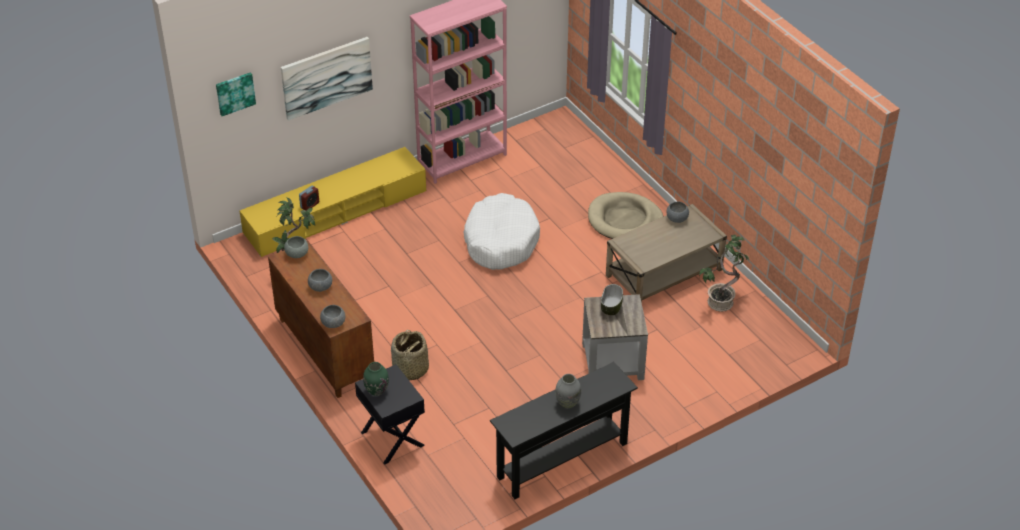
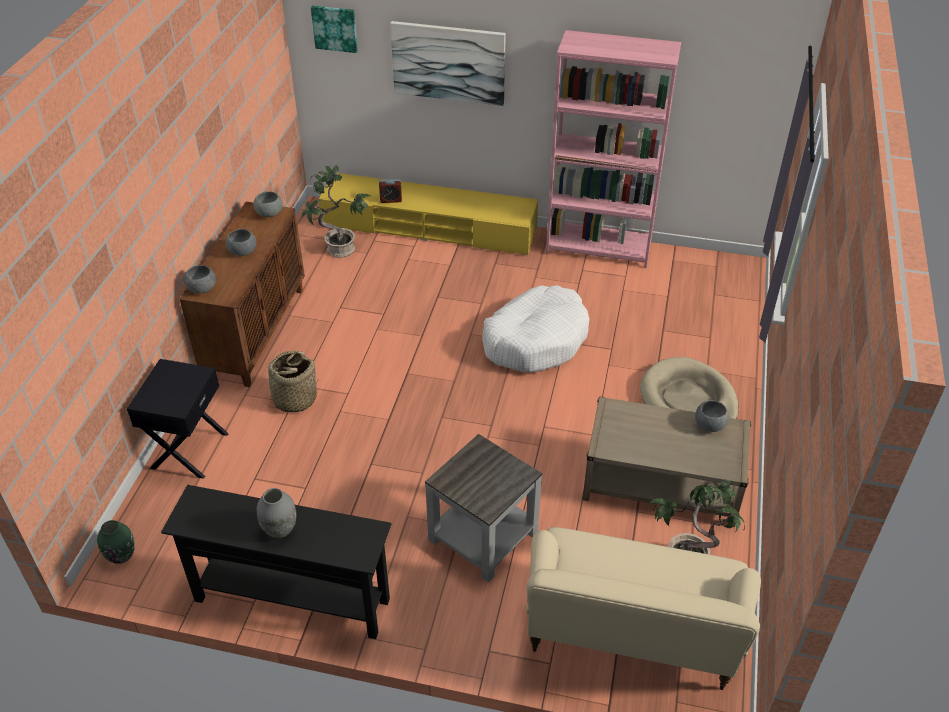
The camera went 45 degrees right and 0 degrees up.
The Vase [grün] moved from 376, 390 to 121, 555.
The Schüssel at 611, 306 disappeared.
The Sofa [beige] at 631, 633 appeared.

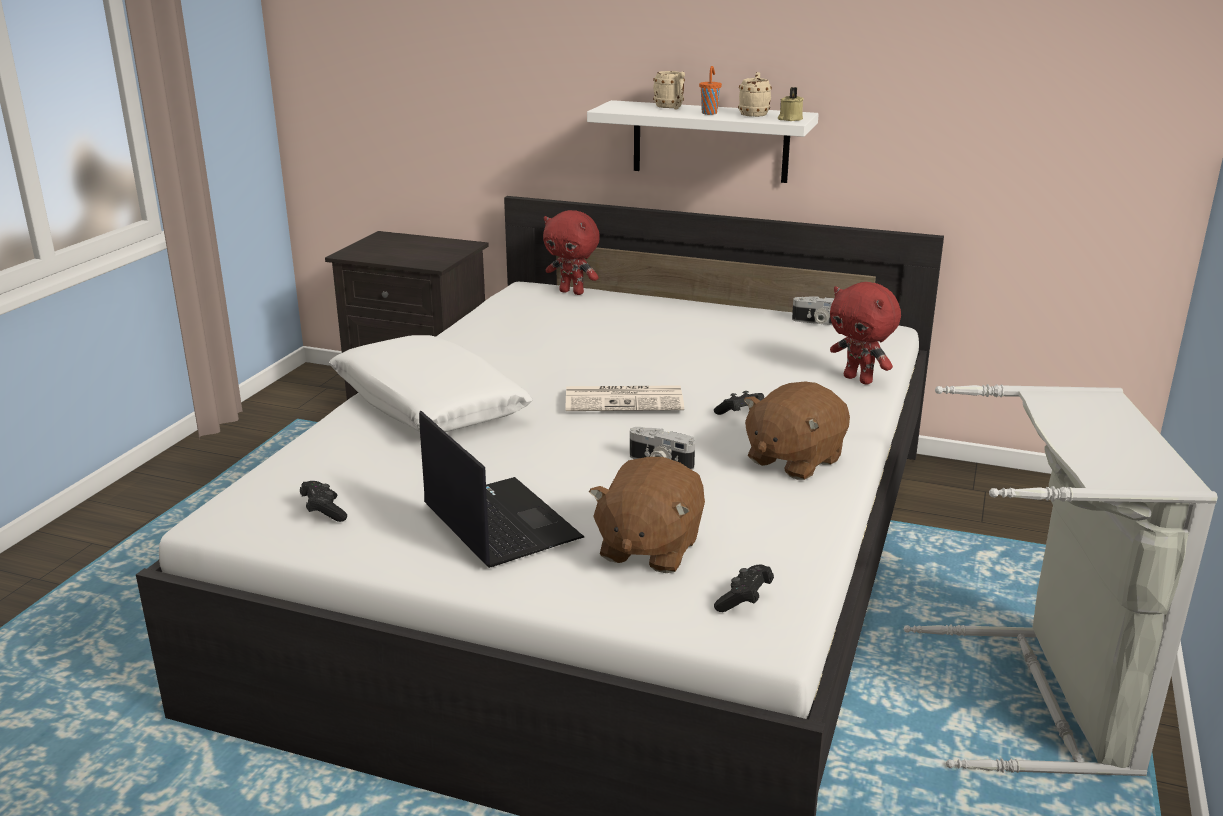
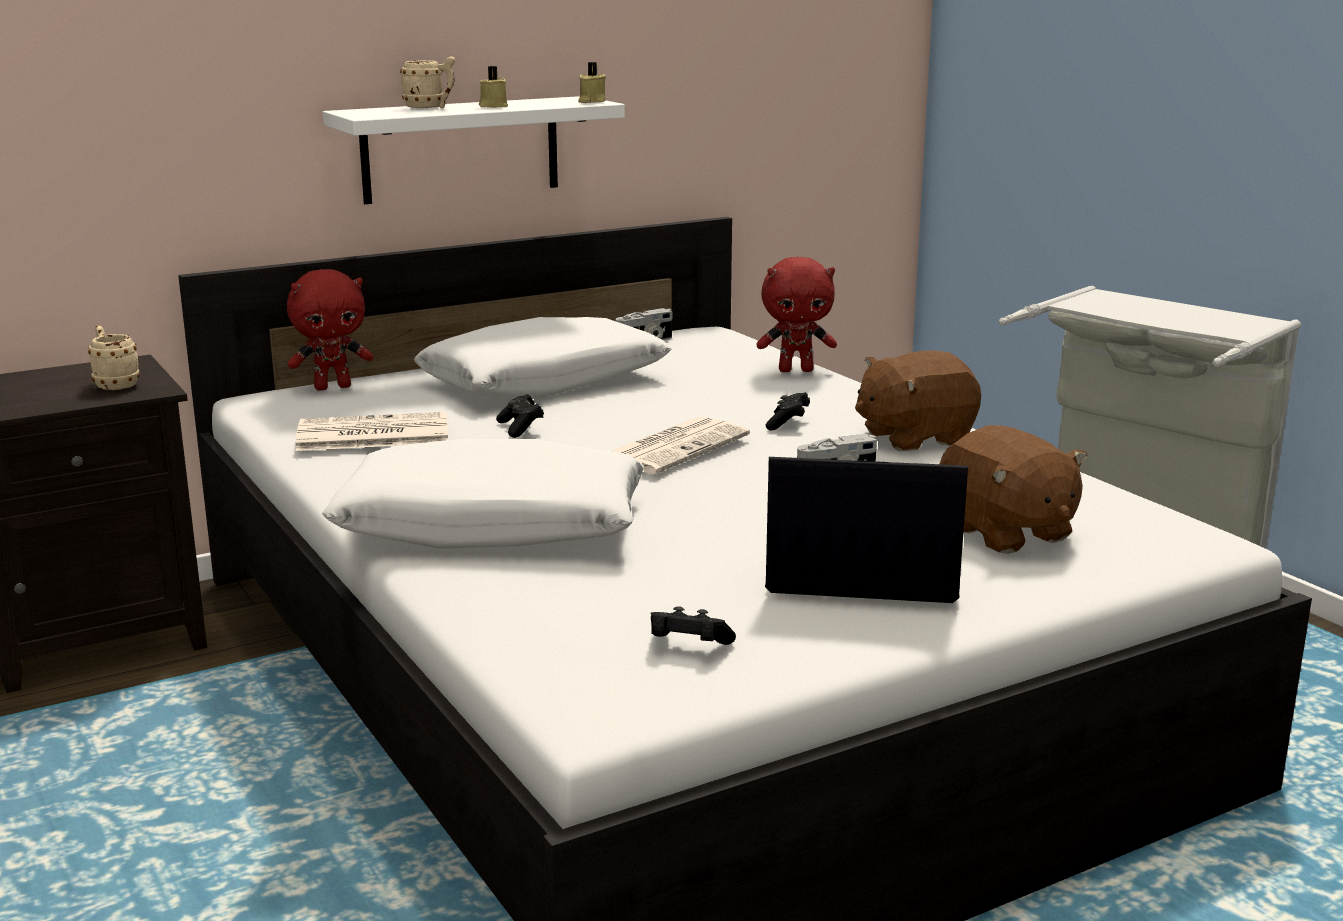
The camera went 50 degrees left and 5 degrees down.
The Tasse [orange] at 709, 113 was replaced by the Kerze [beige] at 493, 106.
The Gamepad [schwarz] moved from 744, 600 to 520, 428.
The Henkelbecher [beige] moved from 754, 114 to 114, 385.
The Plüschtier [braun] at 793, 460 turned 75 degrees clockwise.
The Zeitung at 371, 435 appeared.
The Kissen [weiß] at 544, 382 appeared.

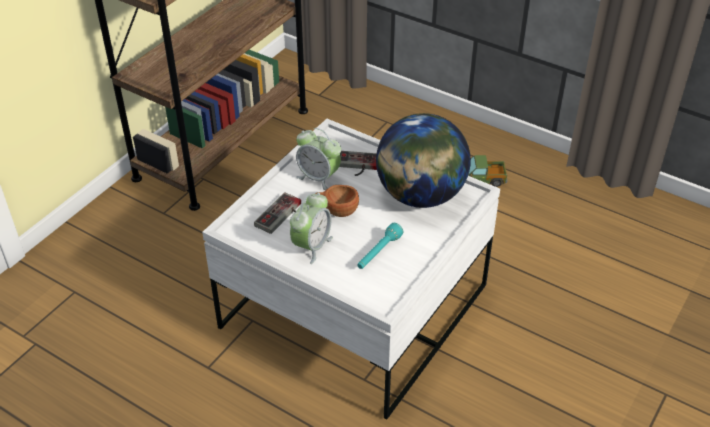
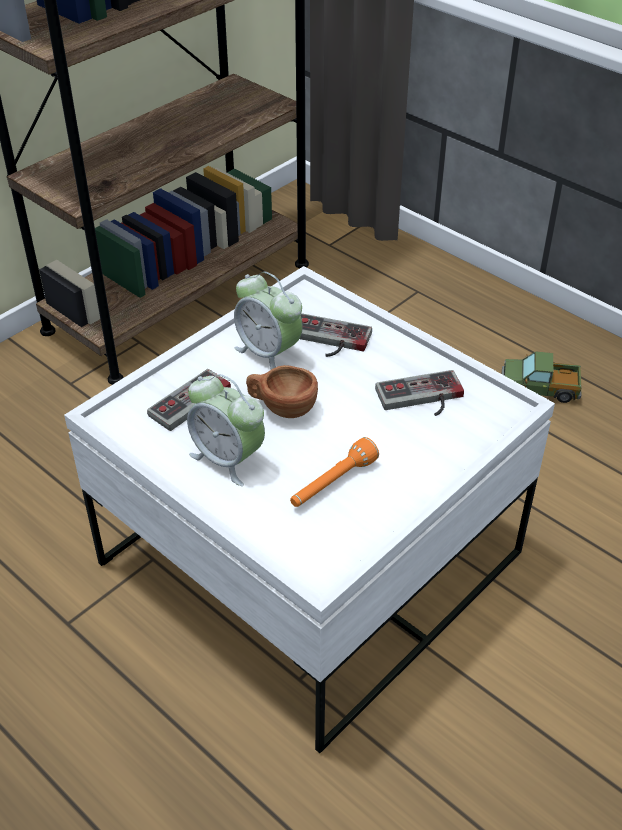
The camera went 10 degrees right and 0 degrees up.
The Wecker at 311, 246 turned 90 degrees clockwise.
The Taschenlampe [türkis] at 378, 253 became the Taschenlampe [orange] at 332, 483.
The Globus at 420, 195 was replaced by the Gamepad at 422, 399.

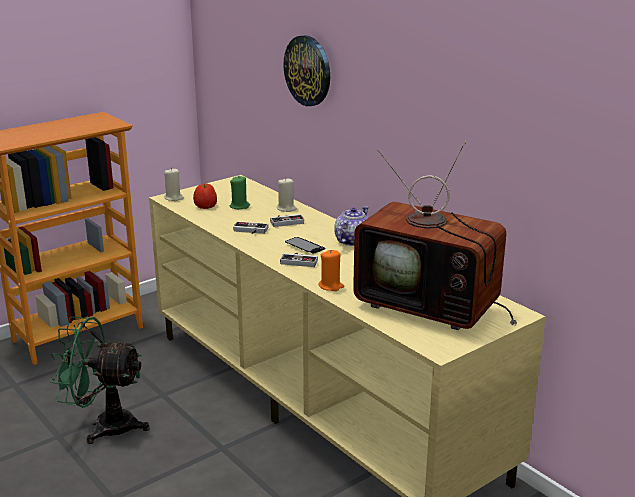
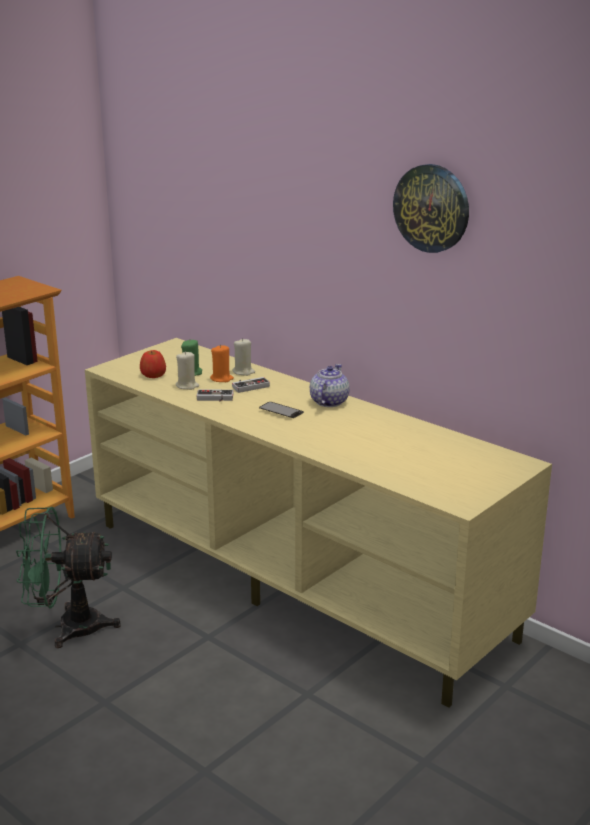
The camera went 10 degrees left and 0 degrees up.
The Kerze [beige] moved from 173, 198 to 187, 386.
The Gamepad at 299, 261 disappeared.
The Wanduhr moved from 308, 70 to 432, 208.
The Kerze [orange] moved from 331, 286 to 221, 379.
The Fernseher at 432, 306 disappeared.

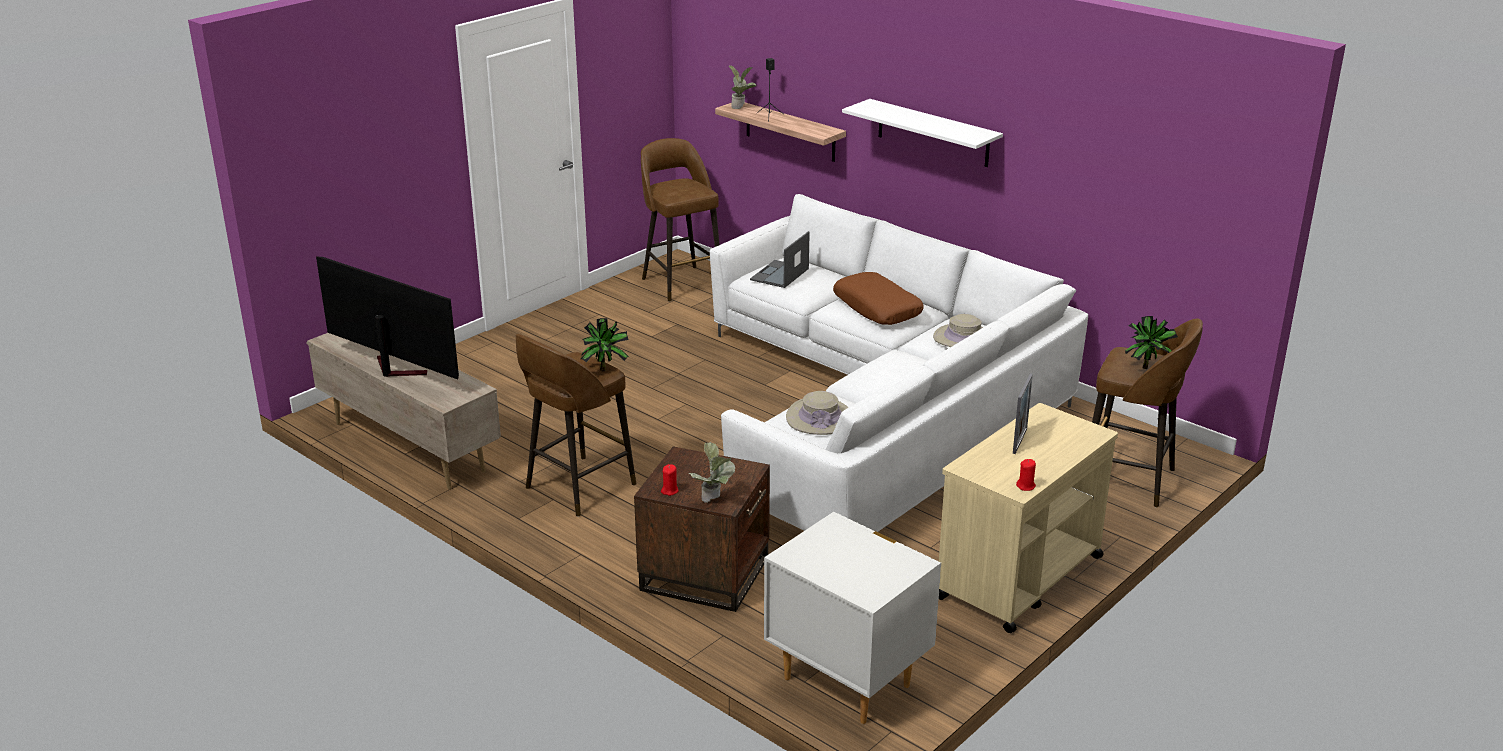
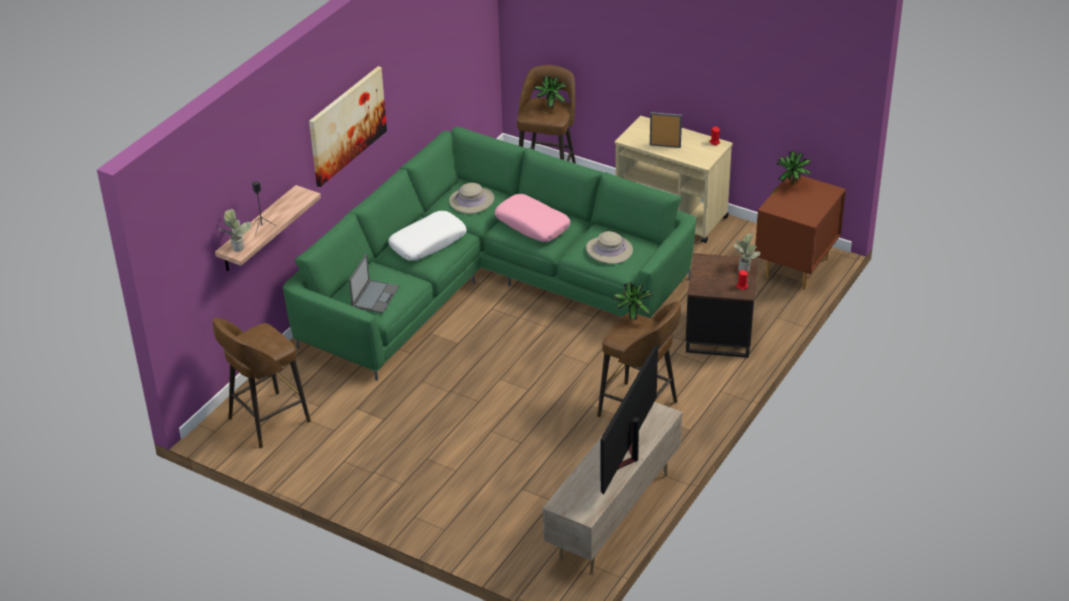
The camera went 100 degrees left and 10 degrees up.
The Sofa [weiß] at 879, 410 became the Sofa [grün] at 484, 283.
The Laptop at 779, 275 turned 90 degrees counterclockwise.
The Nachttisch [weiß] at 847, 681 became the Nachttisch [braun] at 795, 268.
The Kissen [braun] at 877, 308 became the Kissen [weiß] at 428, 242.
The Wandregal [weiß] at 933, 133 was replaced by the Bild at 347, 125.
The Kissen [rosa] at 533, 225 appeared.
The Topfpflanze at 793, 185 appeared.

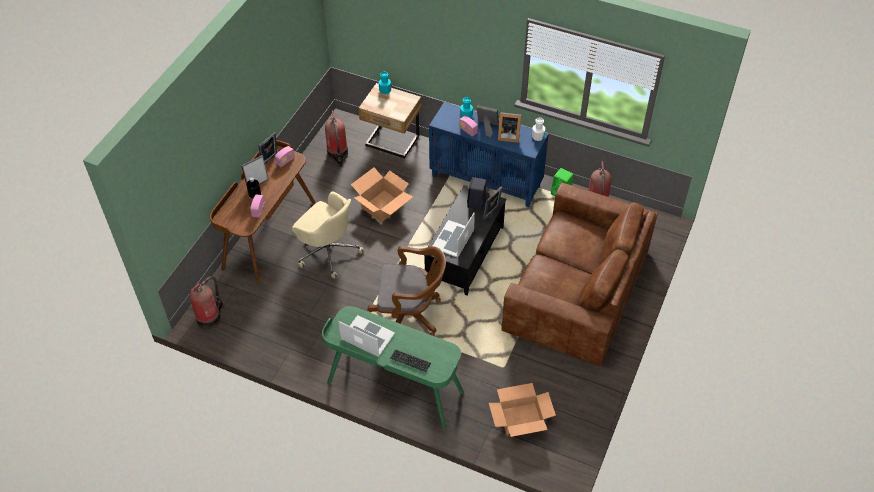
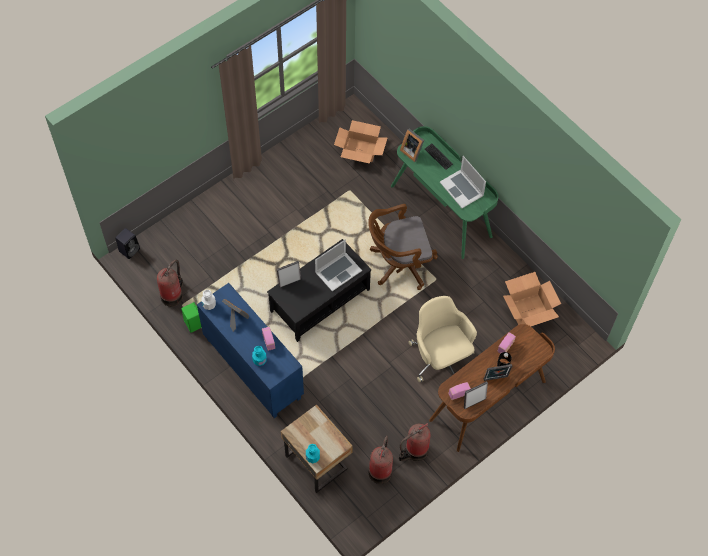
The camera went 155 degrees left and 10 degrees up.
The Feuerlöscher moved from 210, 318 to 414, 451.
The Karton moved from 383, 206 to 528, 310.
The Bürostuhl [braun] at 410, 315 turned 45 degrees counterclockwise.
The Lautsprecher [schwarz] moved from 476, 203 to 129, 249.
The Bilderrahmen moved from 487, 127 to 412, 151.
The Sofa [braun] at 577, 291 disappeared.

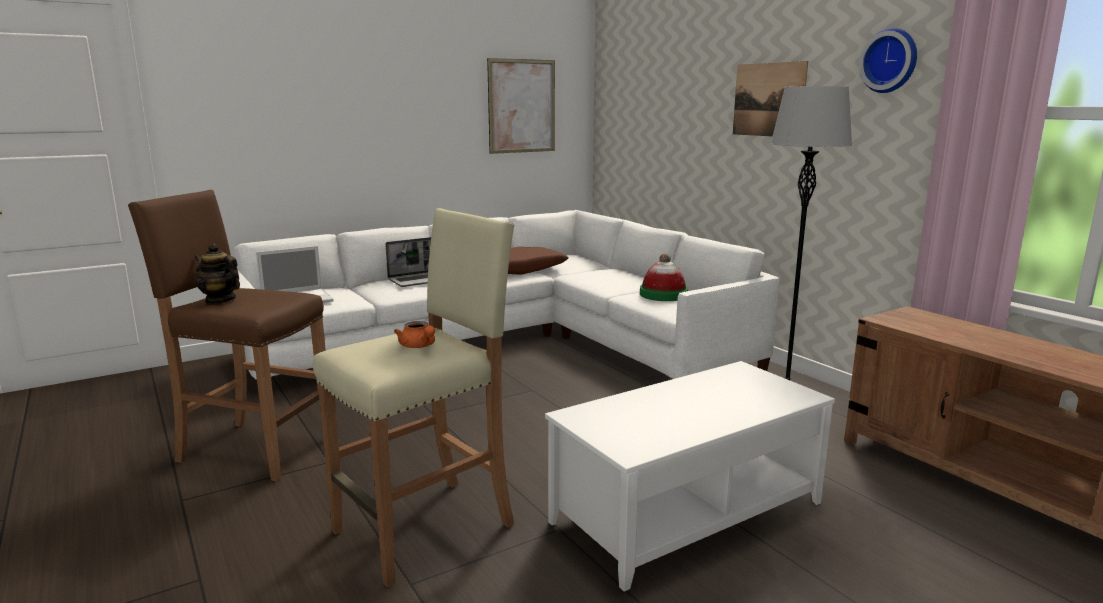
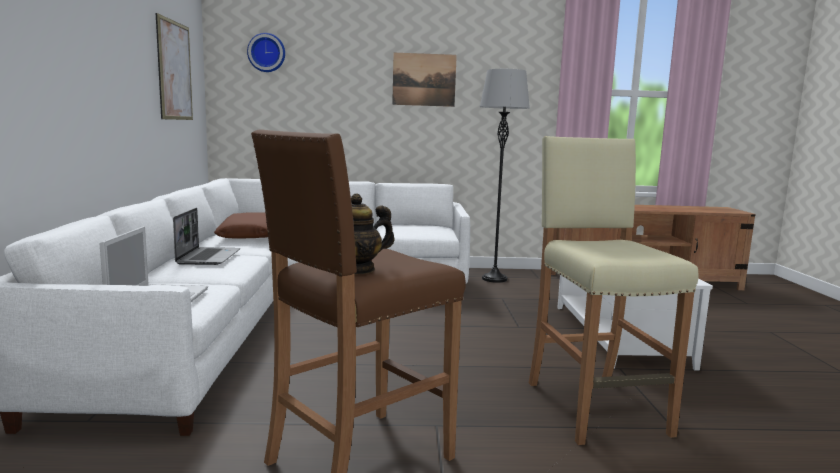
The camera went 60 degrees left and 5 degrees down.
The Teekanne [orange] at 418, 346 disappeared.
The Hut at 663, 294 disappeared.
The Wanduhr moved from 890, 61 to 267, 53.

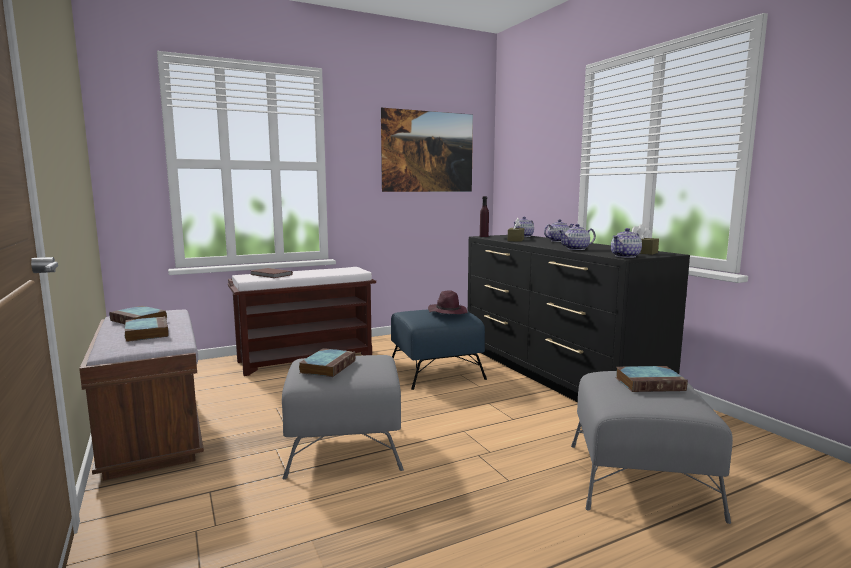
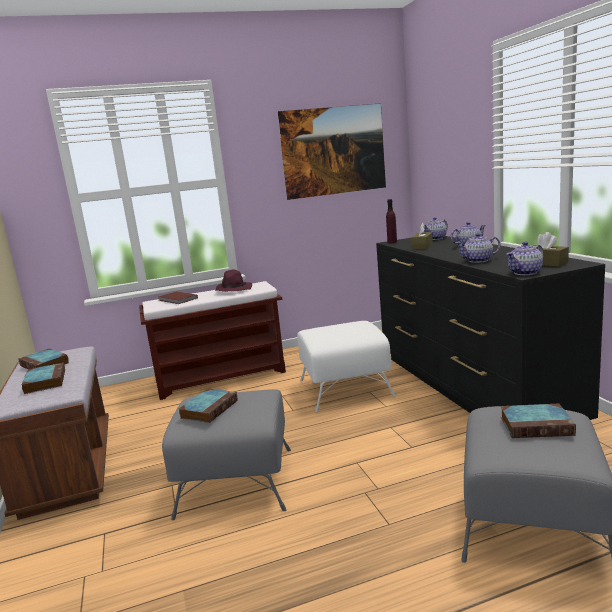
The camera went 10 degrees right and 5 degrees up.
The Polsterhocker [blau] at 436, 371 became the Polsterhocker [weiß] at 346, 388.
The Hut [lila] moved from 447, 312 to 233, 289.

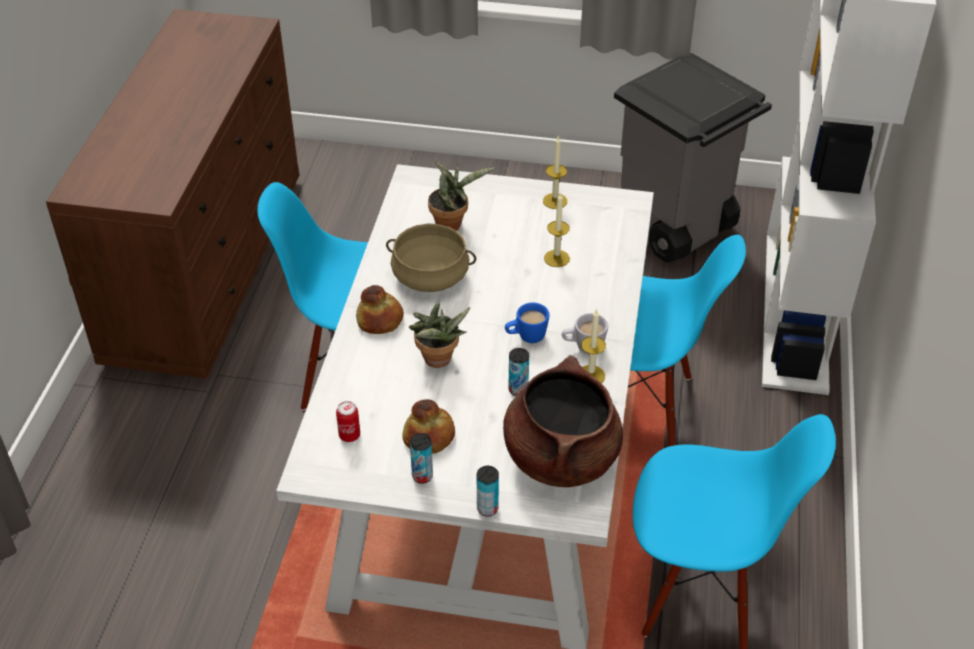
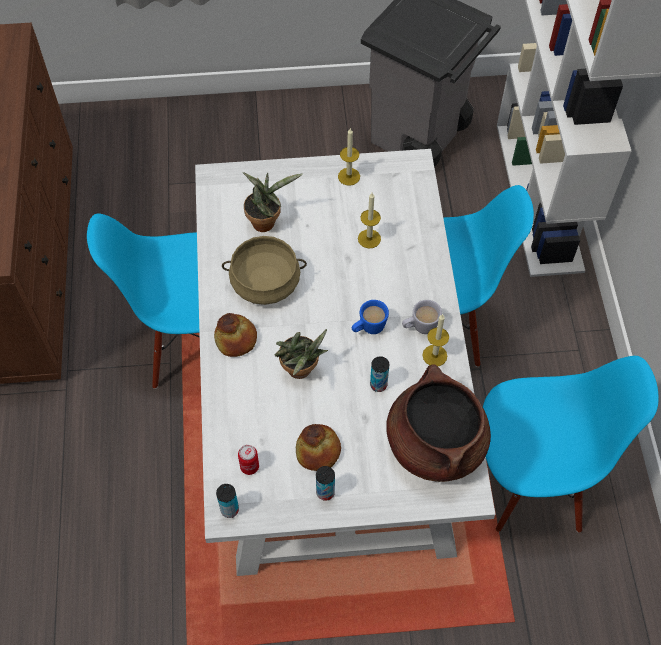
The camera went 15 degrees left and 15 degrees up.
The Dose moved from 487, 508 to 229, 509.

